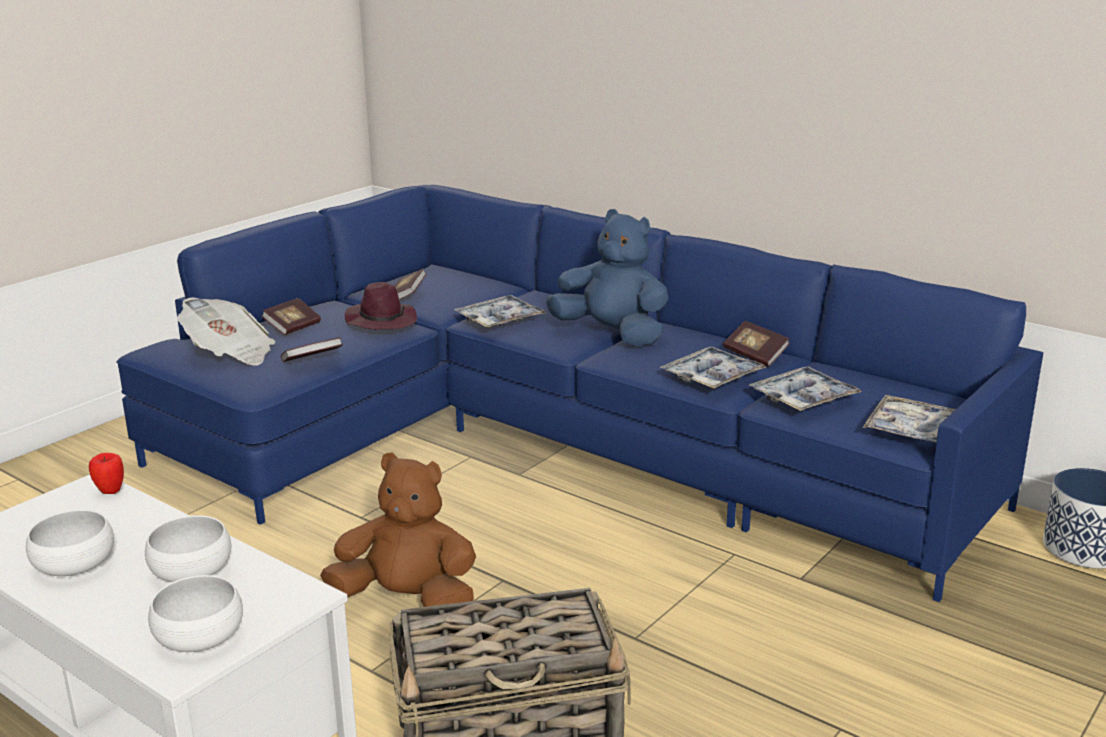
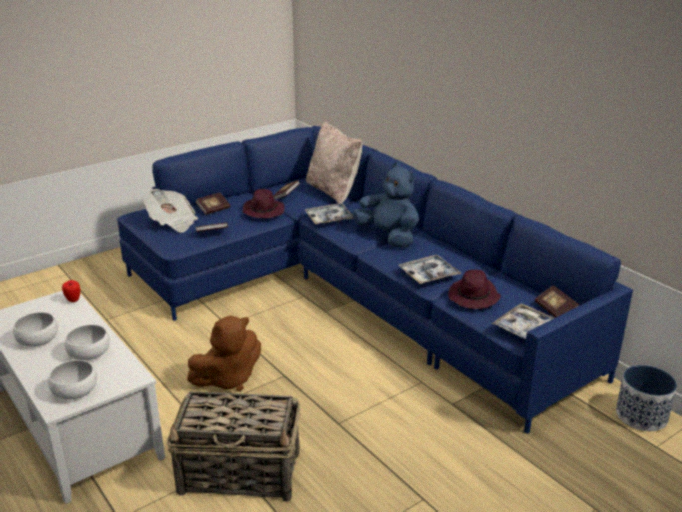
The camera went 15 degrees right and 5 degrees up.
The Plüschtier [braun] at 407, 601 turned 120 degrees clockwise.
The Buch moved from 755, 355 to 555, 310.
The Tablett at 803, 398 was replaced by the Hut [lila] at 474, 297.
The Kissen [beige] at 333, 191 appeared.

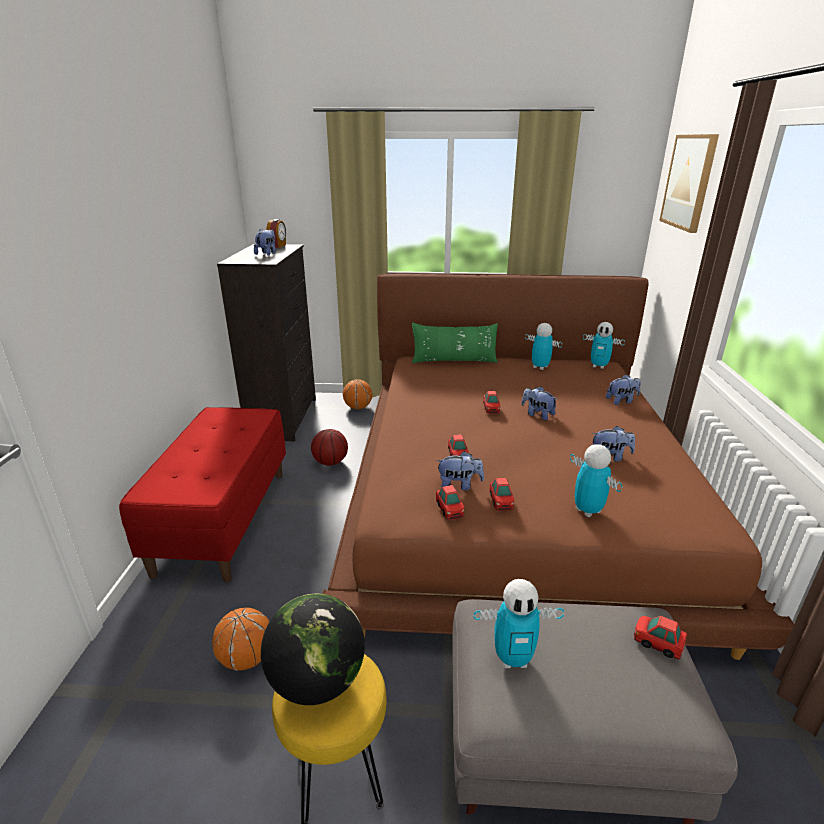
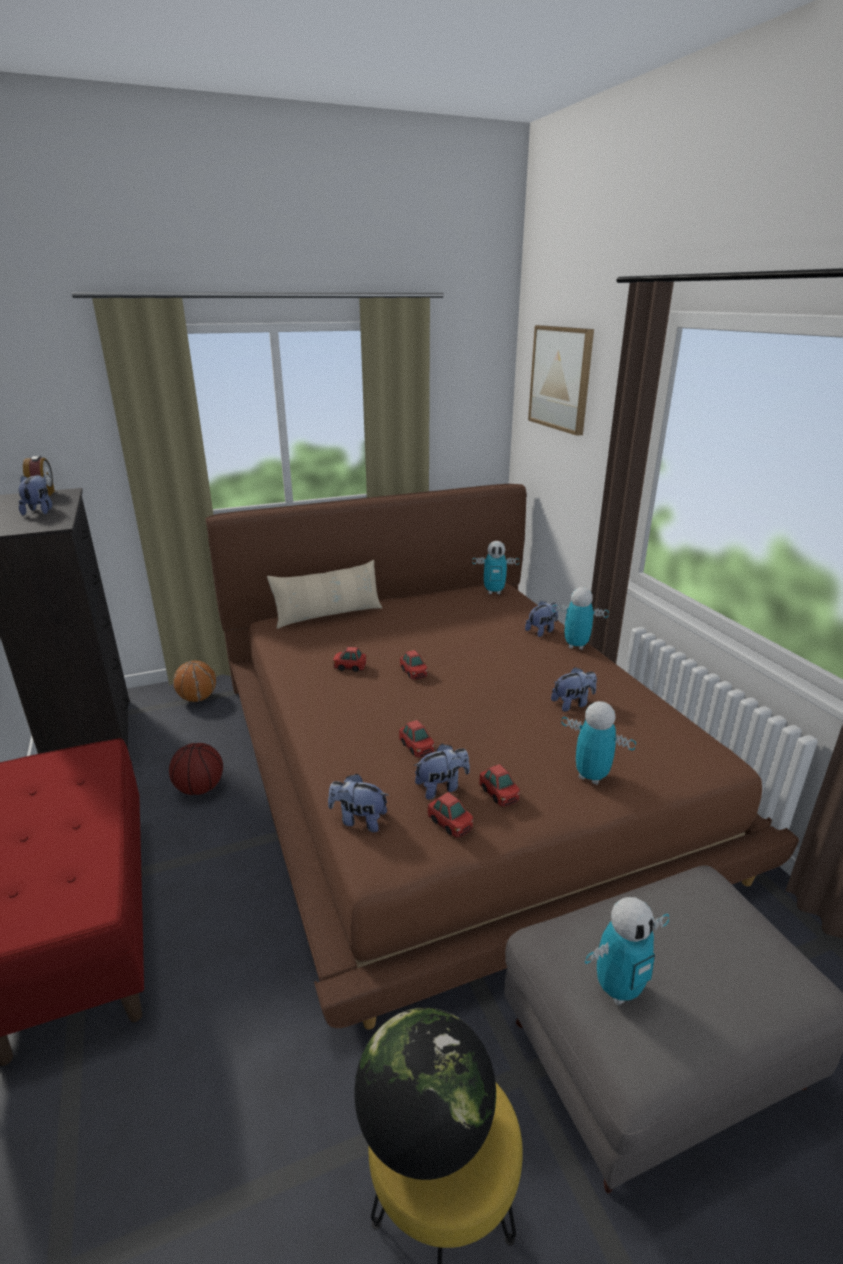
The camera went 25 degrees left and 0 degrees up.
The Basketball at 246, 658 disappeared.
The Kissen [grün] at 454, 361 became the Kissen [beige] at 328, 615.
The Plüschtier moved from 537, 414 to 359, 820.
The Spielzeugroboter moved from 540, 367 to 575, 646.
The Spielzeugauto moved from 657, 643 to 349, 667.

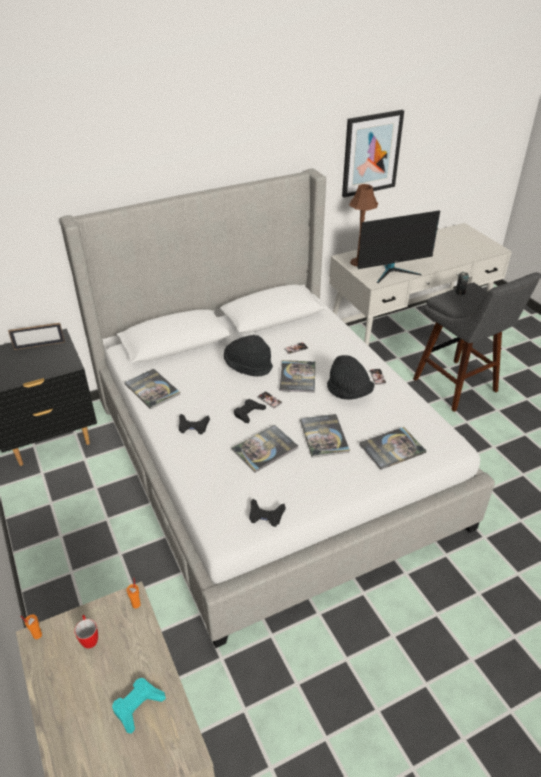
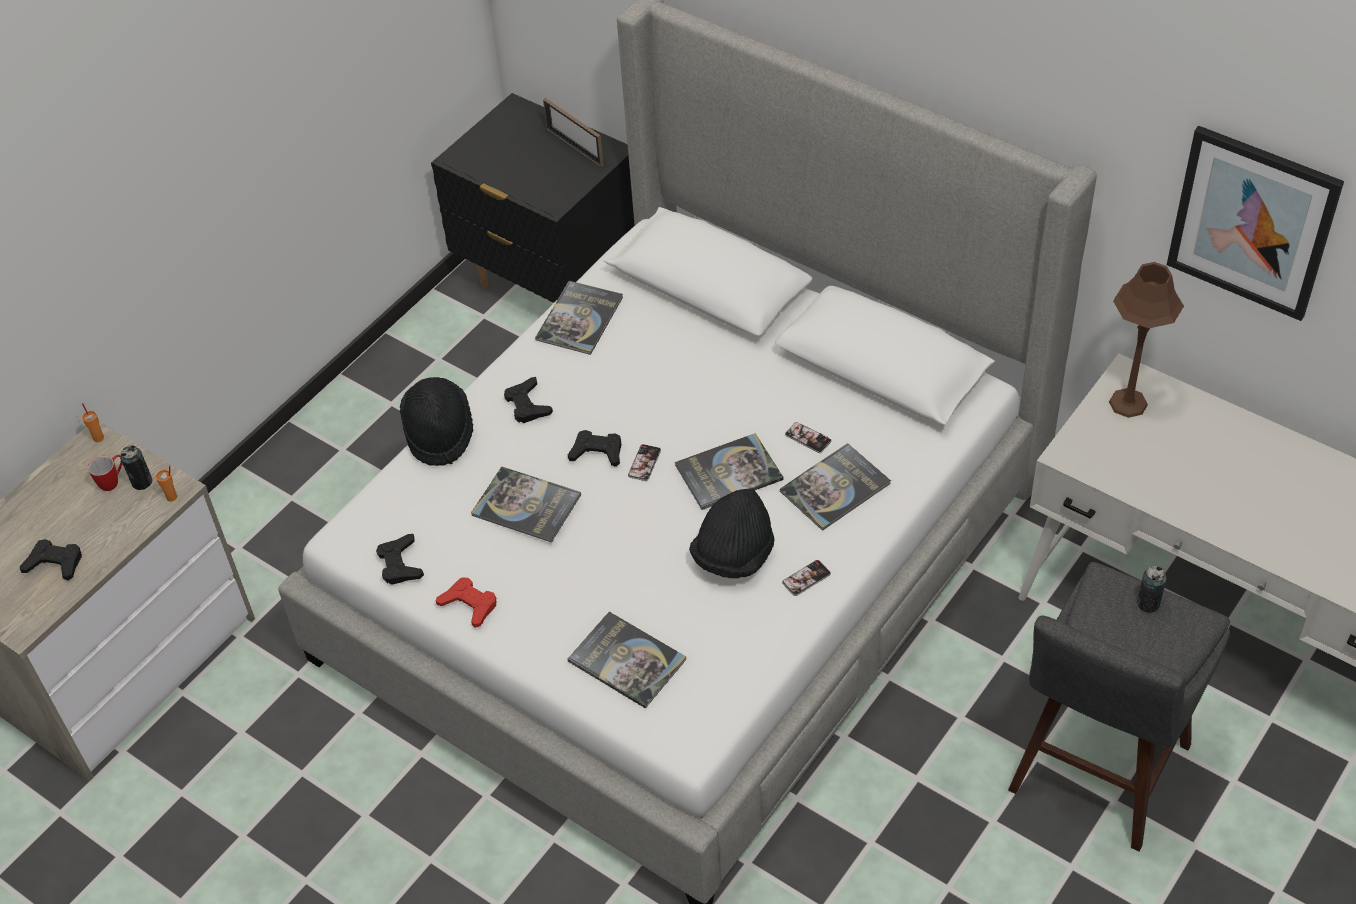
The camera went 65 degrees right and 10 degrees up.
The Gamepad [türkis] at 138, 705 became the Gamepad [schwarz] at 55, 563.
The Hut [schwarz] moved from 248, 366 to 439, 433.
The Buch moved from 324, 436 to 835, 488.
The Monitor at 393, 271 disappeared.
The Dose at 142, 482 appeared.
The Gamepad [rot] at 469, 605 appeared.

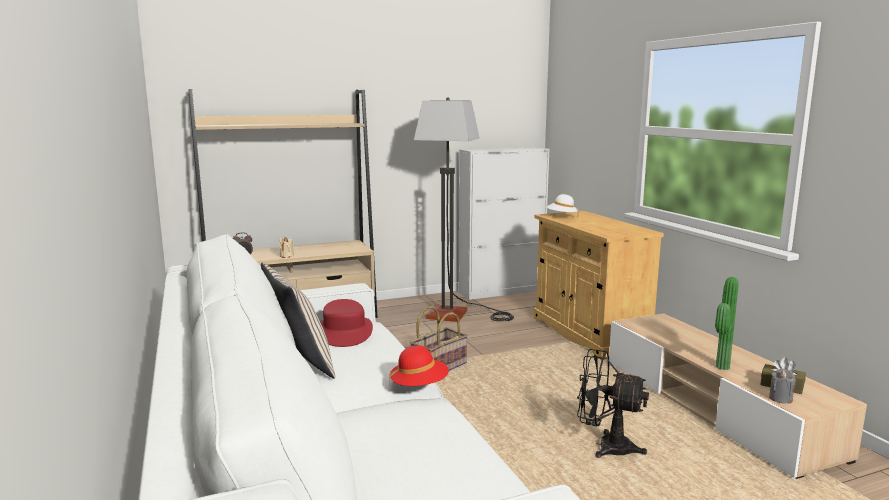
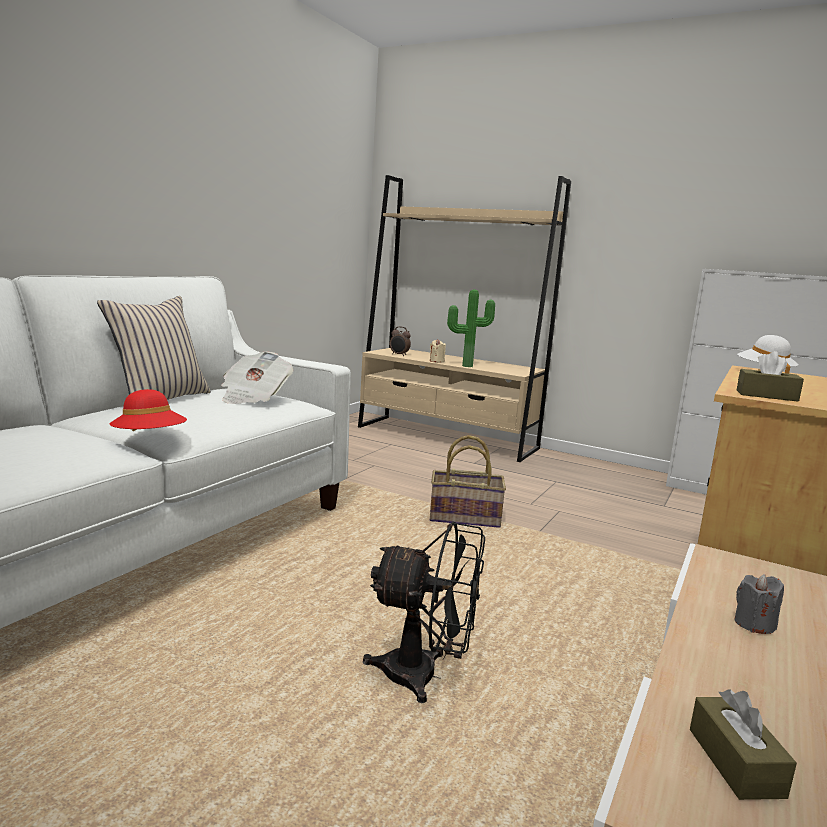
The camera went 50 degrees right and 0 degrees up.
The Hut [rot] at 344, 332 was replaced by the Zeitung at 253, 397.
The Stehlampe at 459, 314 disappeared.
The Ventilator [schwarz] at 605, 446 turned 120 degrees clockwise.
The Topfpflanze moved from 719, 366 to 466, 366.
The Kerze [grau] moved from 780, 399 to 754, 624.
The Taschentuchbox [braun] at 766, 395 appeared.

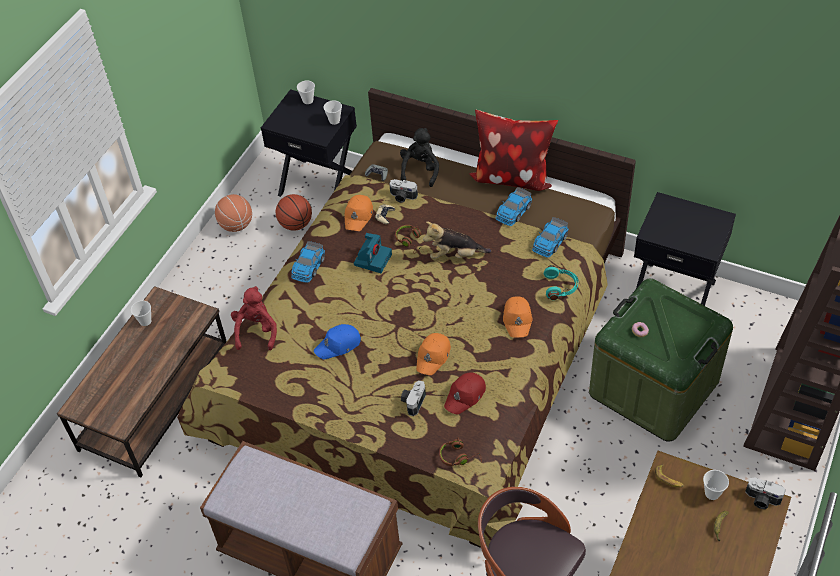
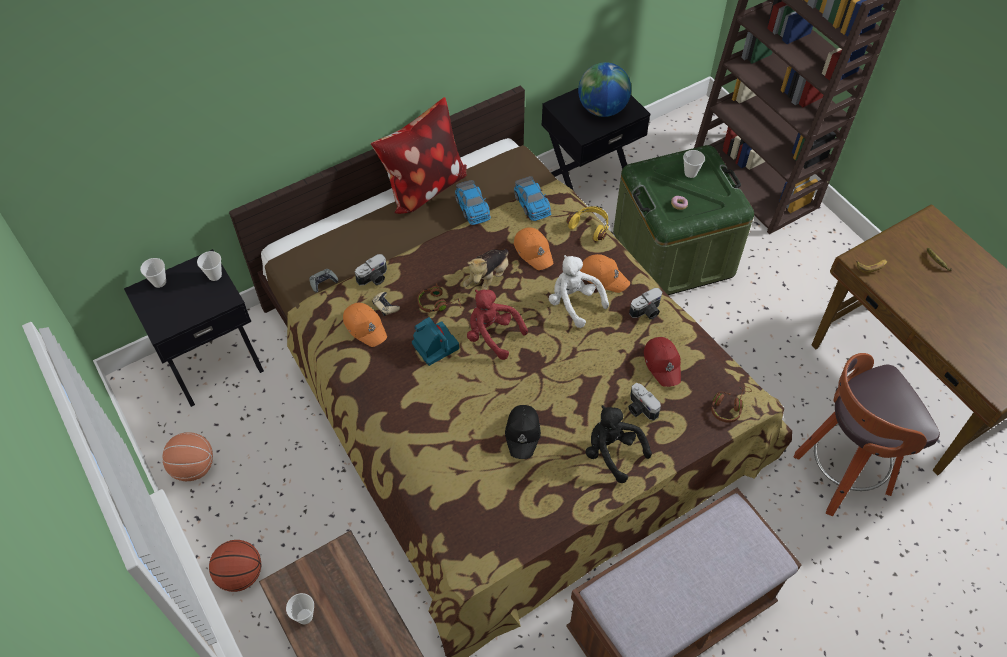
The camera went 60 degrees left and 5 degrees up.
The Plüschtier [rot] moved from 256, 331 to 492, 335.
The Basketball moved from 295, 224 to 240, 575.
The Spielzeugauto at 308, 267 disappeared.
The Kappe [blau] at 338, 345 became the Kappe [schwarz] at 523, 433.
The Plüschtier [schwarz] moved from 420, 170 to 612, 452.
The Kappe [orange] moved from 433, 356 to 533, 251.
The Kopfhörer [türkis] at 560, 287 became the Kopfhörer [gelb] at 590, 226.
The Tasse moved from 712, 493 to 690, 173.
The Kamera moved from 761, 500 to 647, 312.
The Plüschtier [weiß] at 574, 303 appeared.
The Globus at 602, 109 appeared.

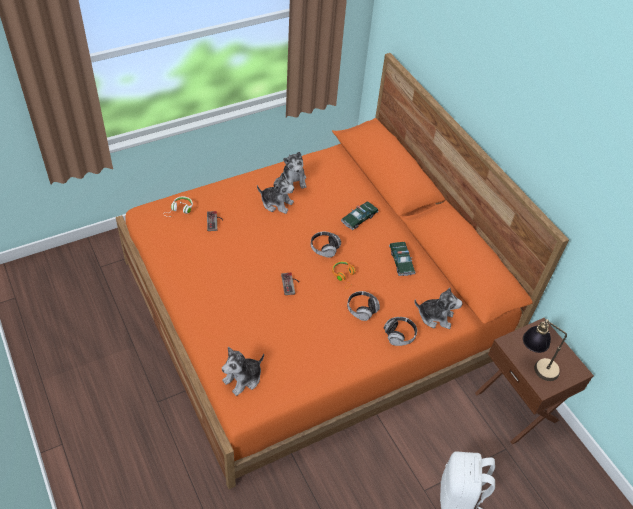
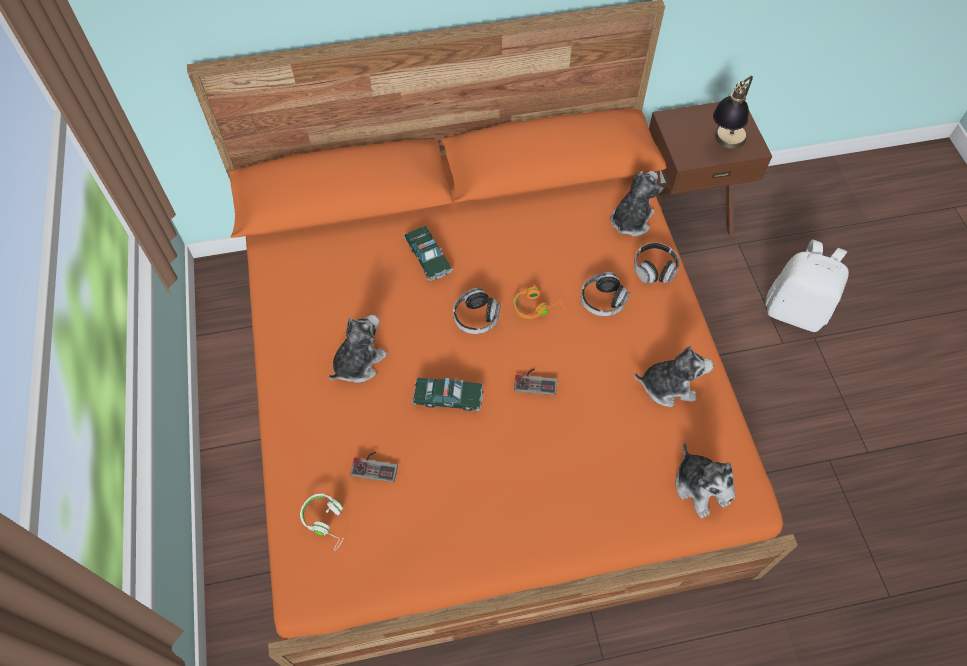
The camera went 70 degrees left and 10 degrees up.
The Plüschtier moved from 294, 179 to 668, 386.
The Spielzeugauto moved from 401, 261 to 448, 397.

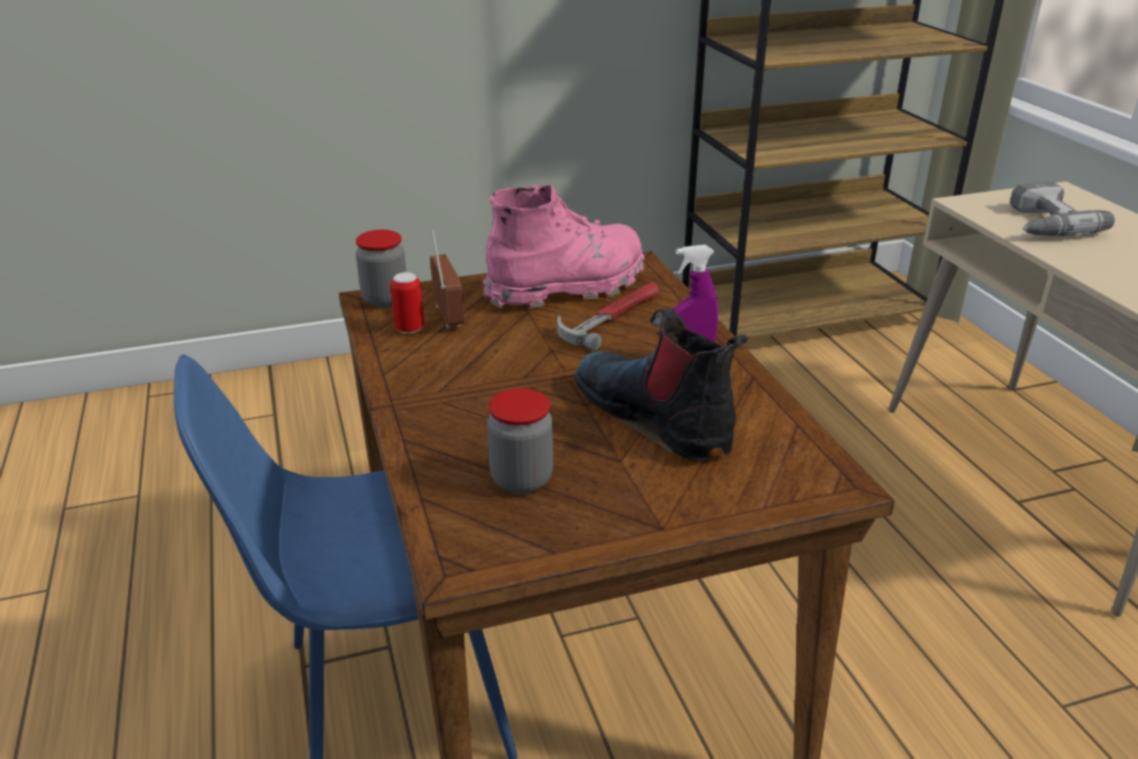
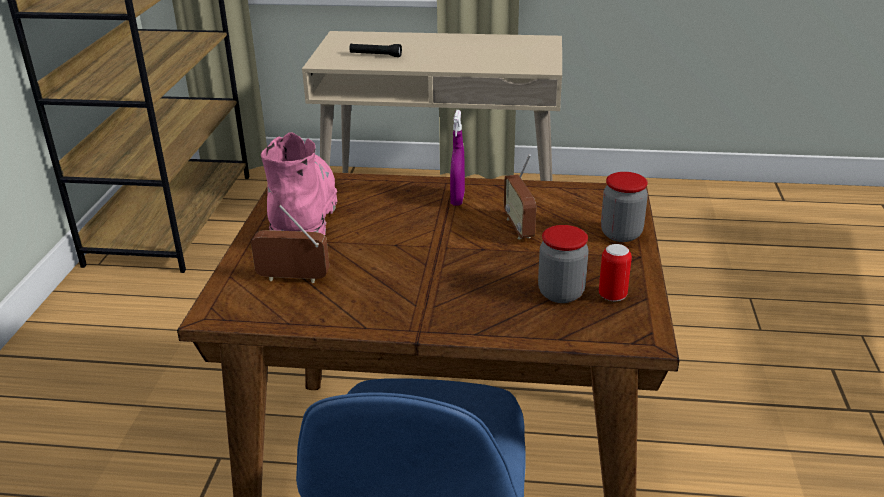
The camera went 65 degrees left and 0 degrees up.
The Vorratsglas moved from 385, 300 to 621, 234.
The Dose moved from 409, 329 to 612, 296.
The Hammer at 612, 317 disappeared.
The Stiefel at 656, 417 was replaced by the Radio at 519, 228.
The Bohrmaschine at 1040, 223 was replaced by the Taschenlampe [schwarz] at 375, 55.

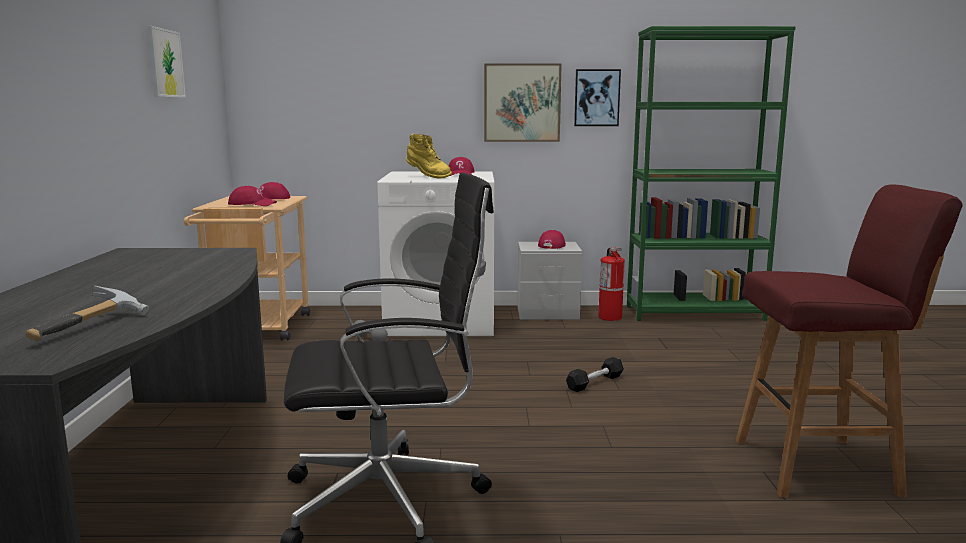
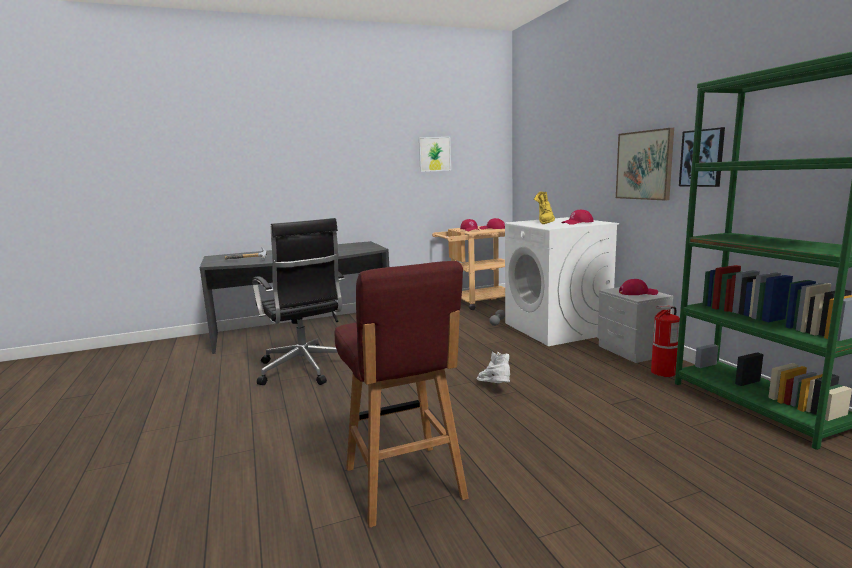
The camera went 70 degrees right and 0 degrees up.
The Hantel [schwarz] at 595, 382 was replaced by the Stiefel [weiß] at 495, 388.

